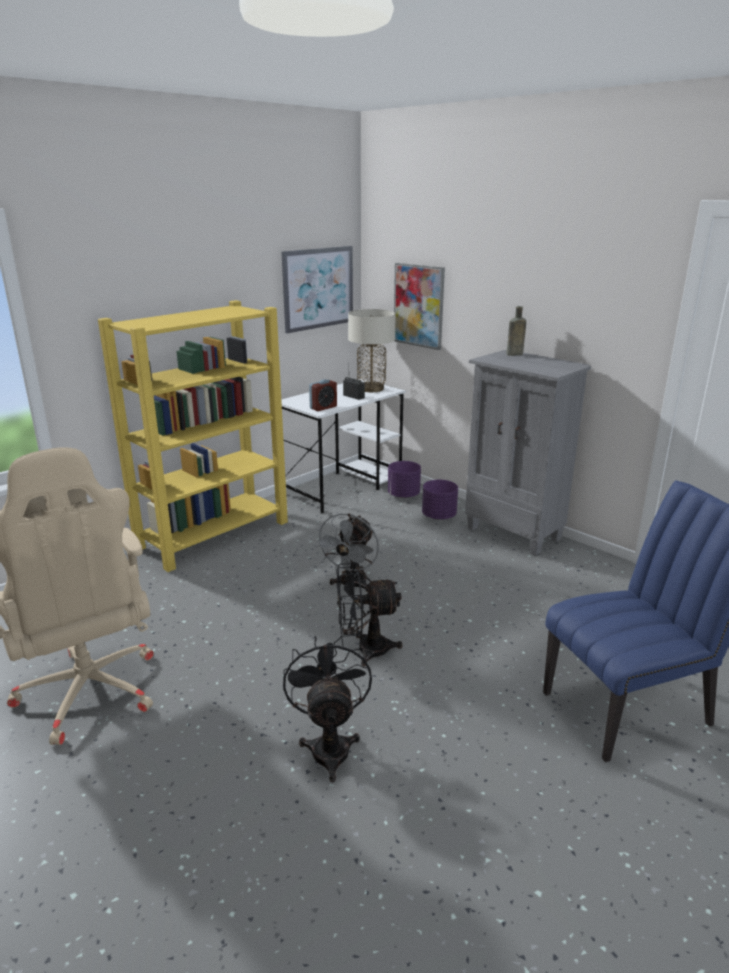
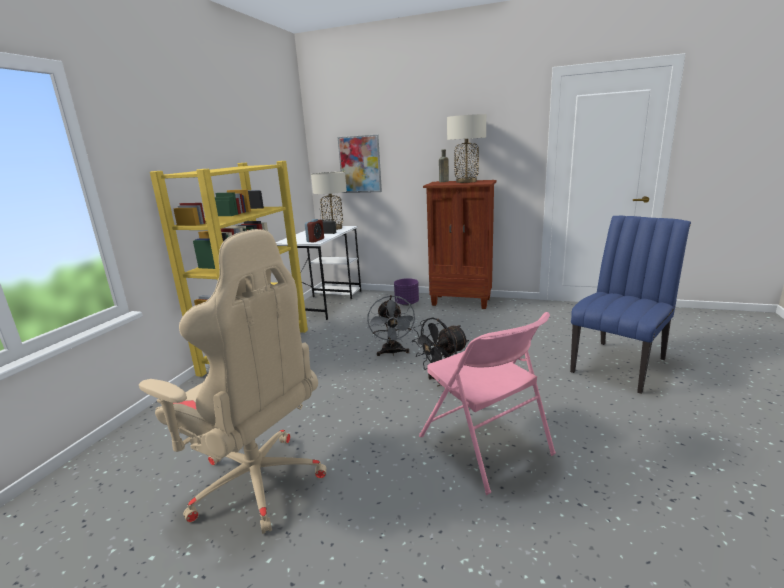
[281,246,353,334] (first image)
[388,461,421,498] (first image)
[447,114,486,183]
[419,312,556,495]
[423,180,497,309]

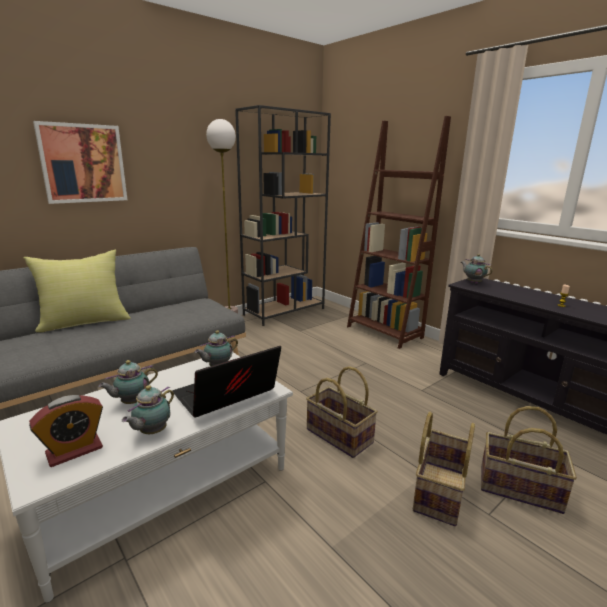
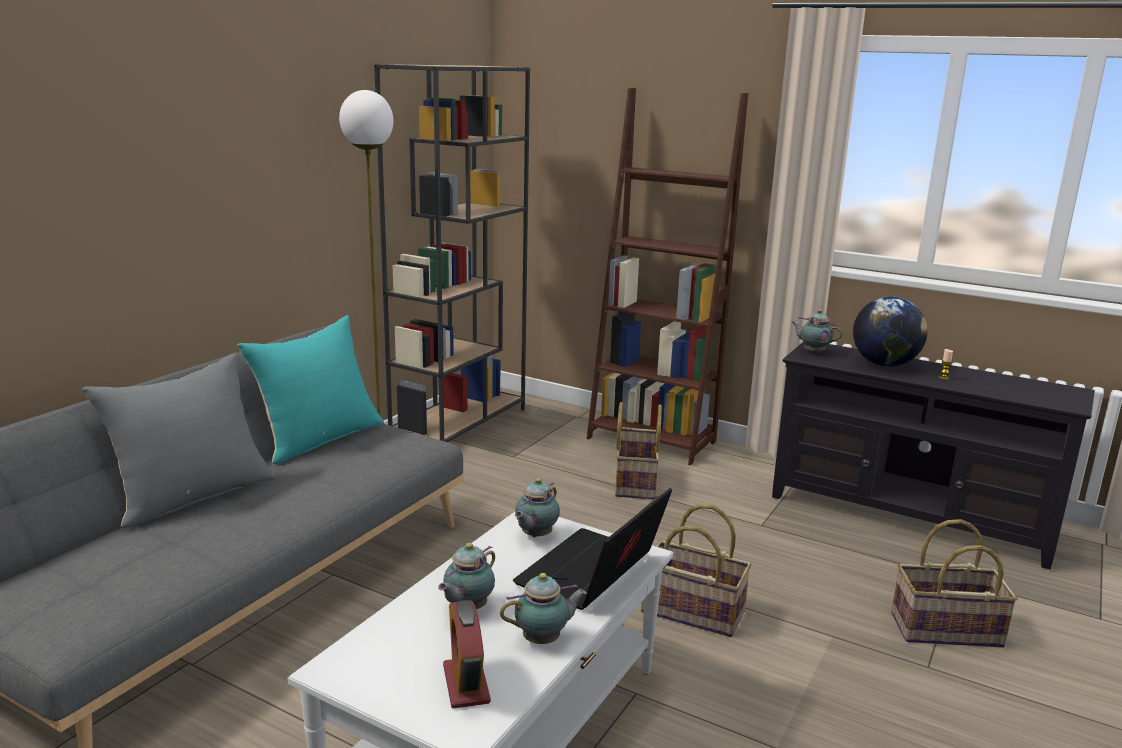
[33,121,127,204] (first image)
[237,315,384,464]
[853,296,928,367]
[615,402,662,500]
[82,353,276,528]
[443,600,491,709]
[500,573,587,644]

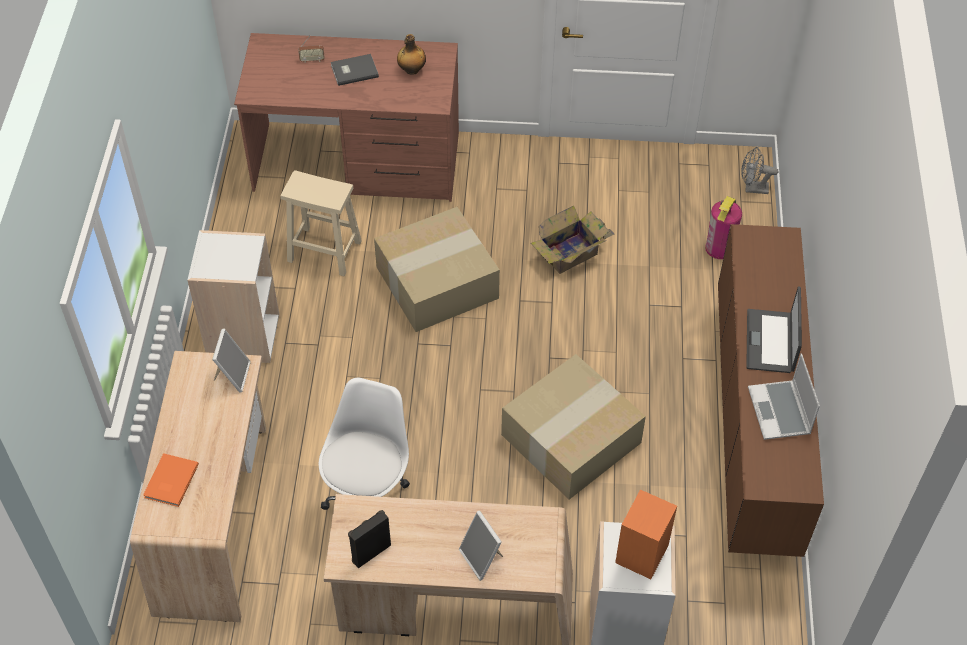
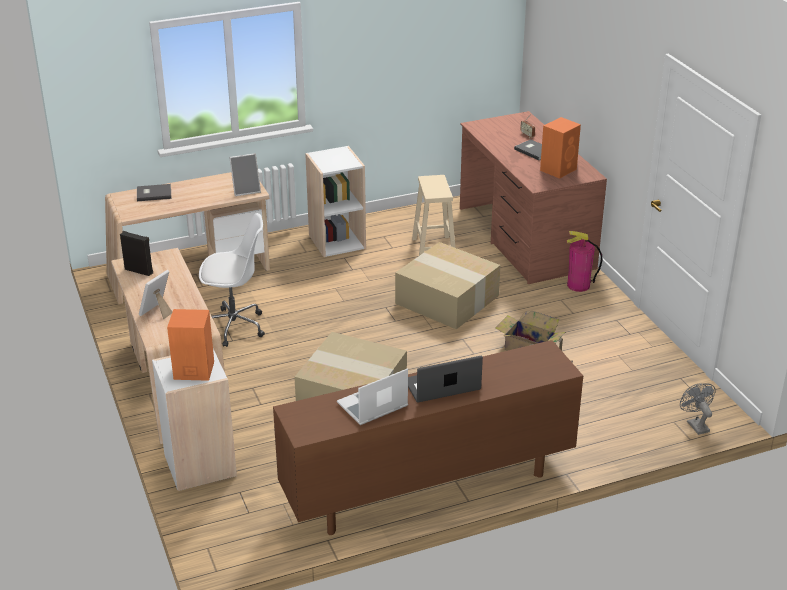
[567,231,603,292]
[540,117,581,179]
[137,184,172,201]

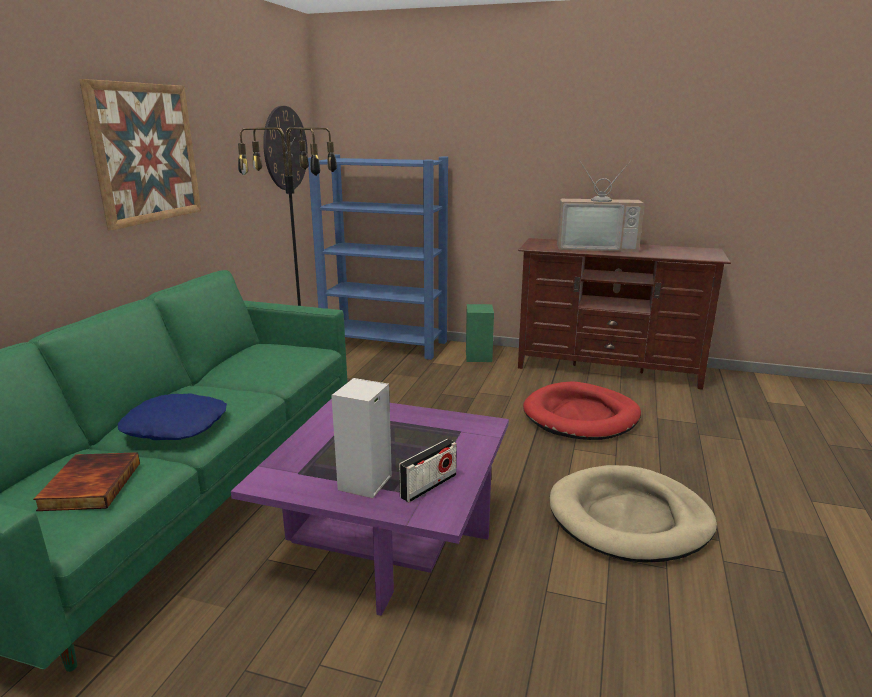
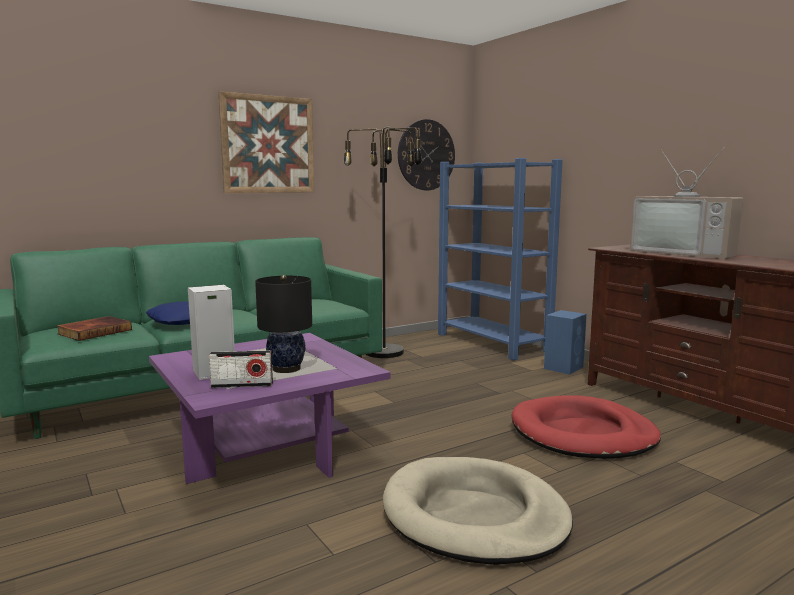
[255,275,312,373]
[544,310,587,375]

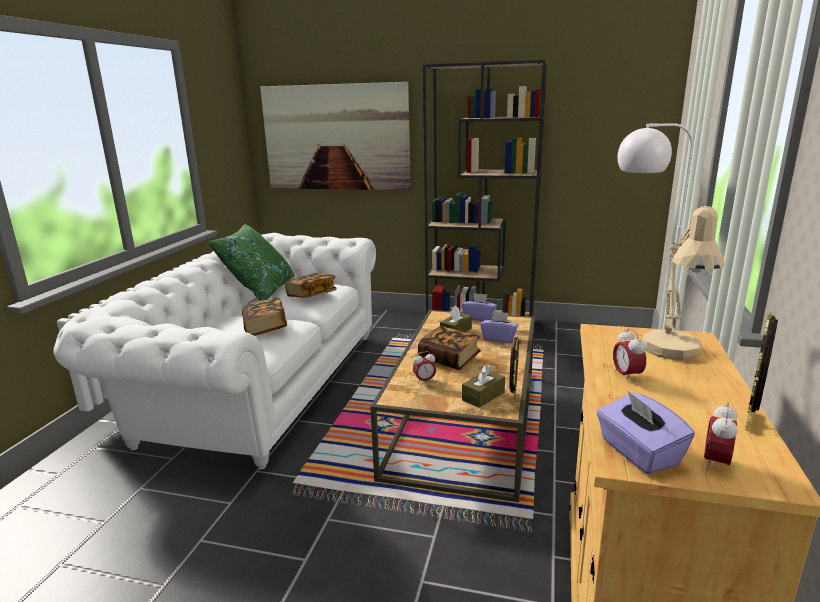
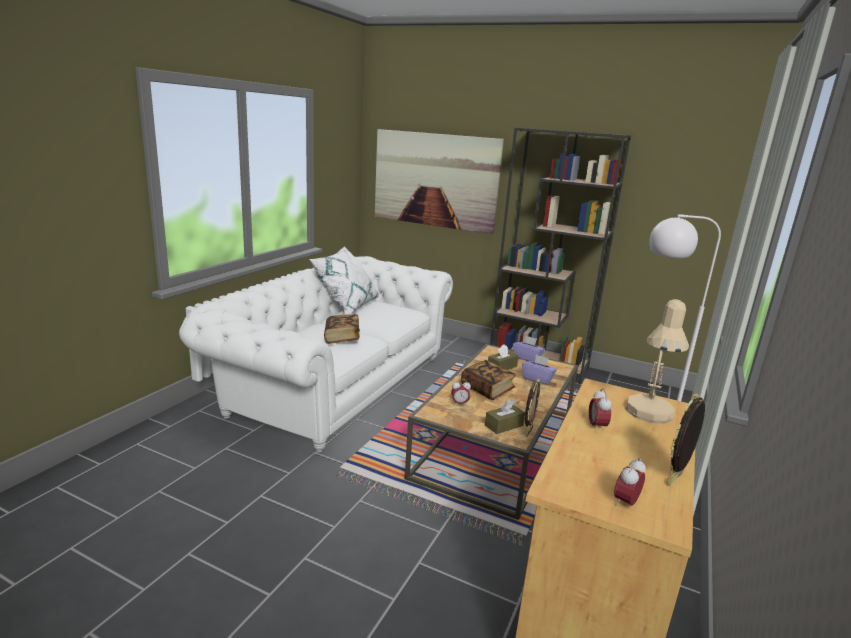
[285,272,337,298] (first image)
[597,391,695,474] (first image)
[309,247,379,315]

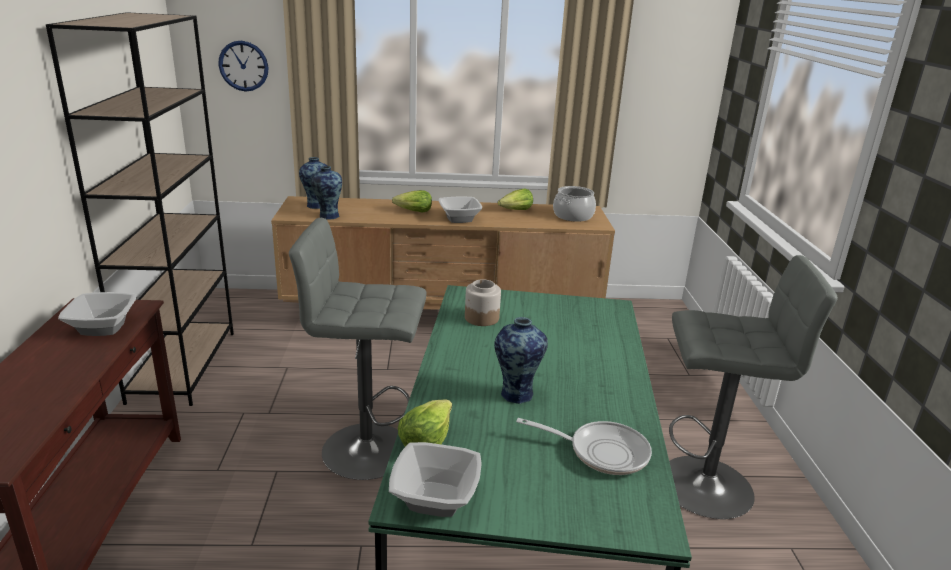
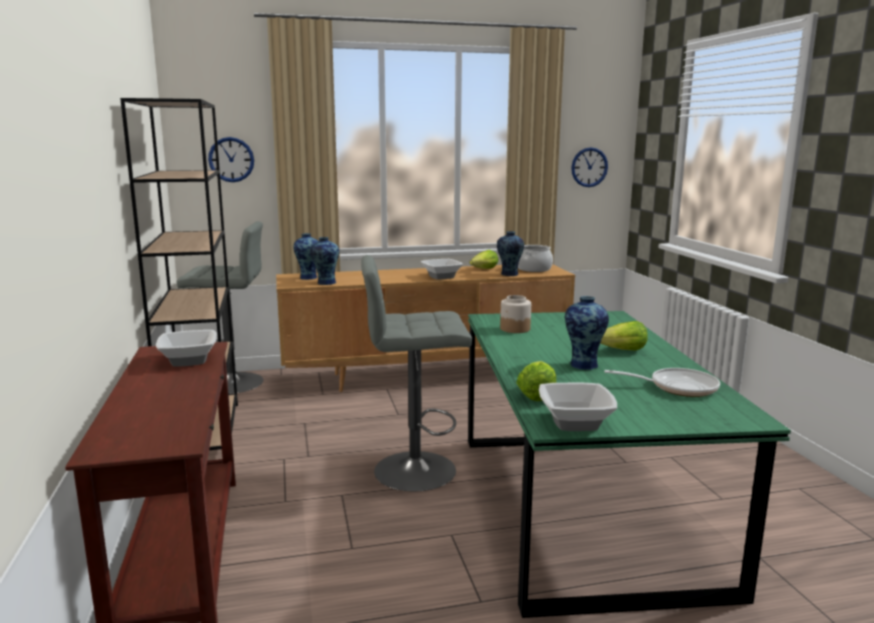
[497,231,524,276]
[571,147,608,187]
[600,321,648,350]
[176,221,263,394]

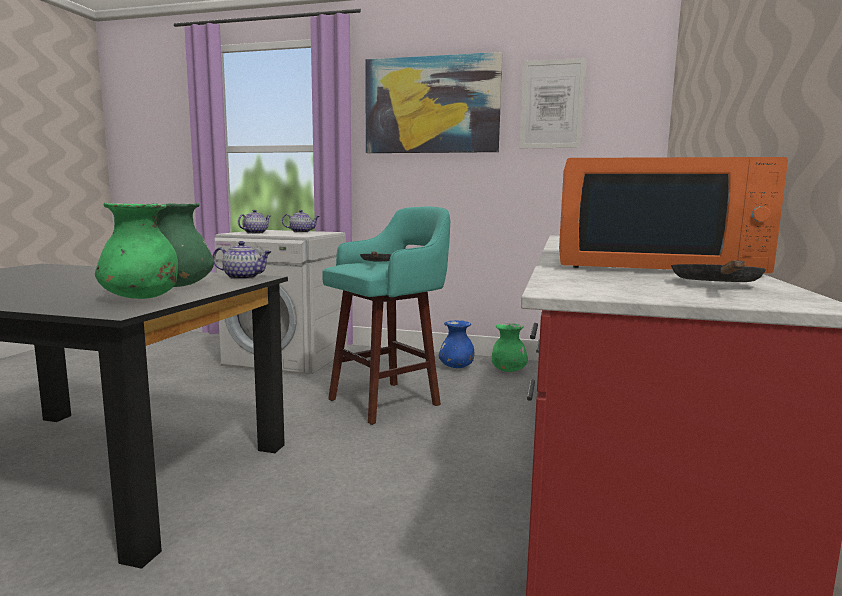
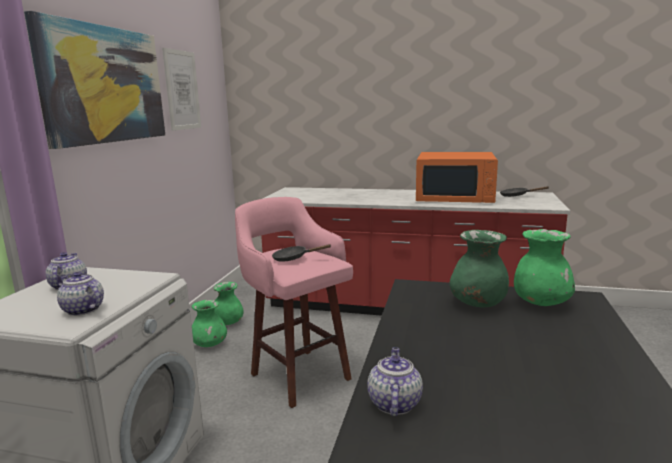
[367,347,423,416]
[235,197,353,408]
[192,300,227,347]
[416,152,498,203]

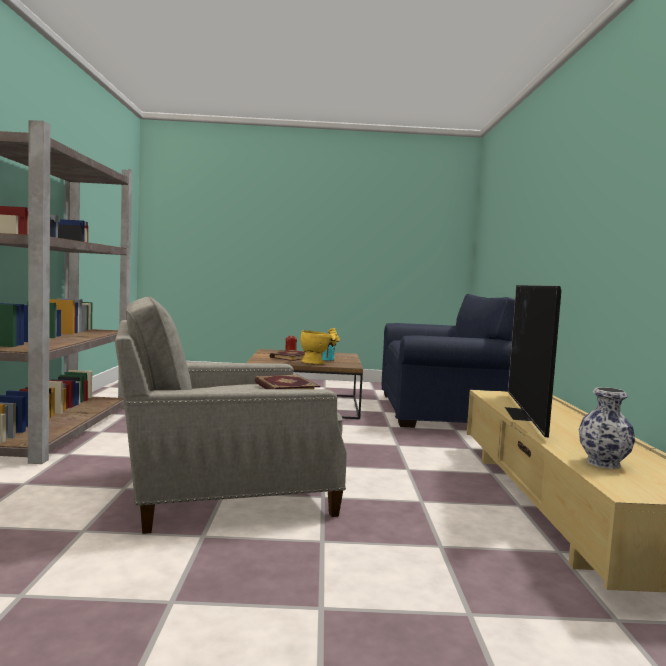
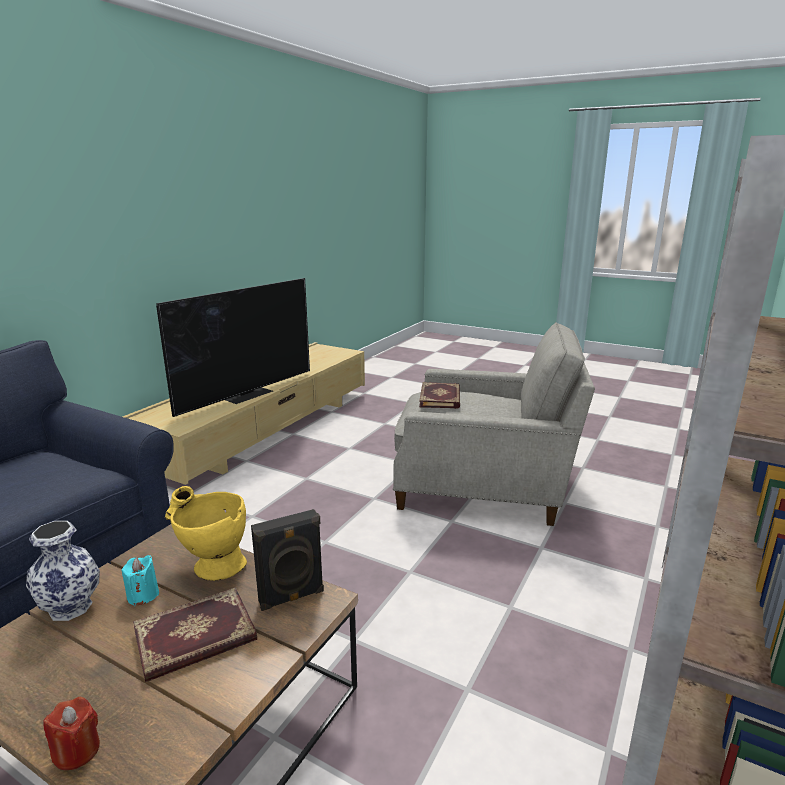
[251,509,324,611]
[26,521,100,621]

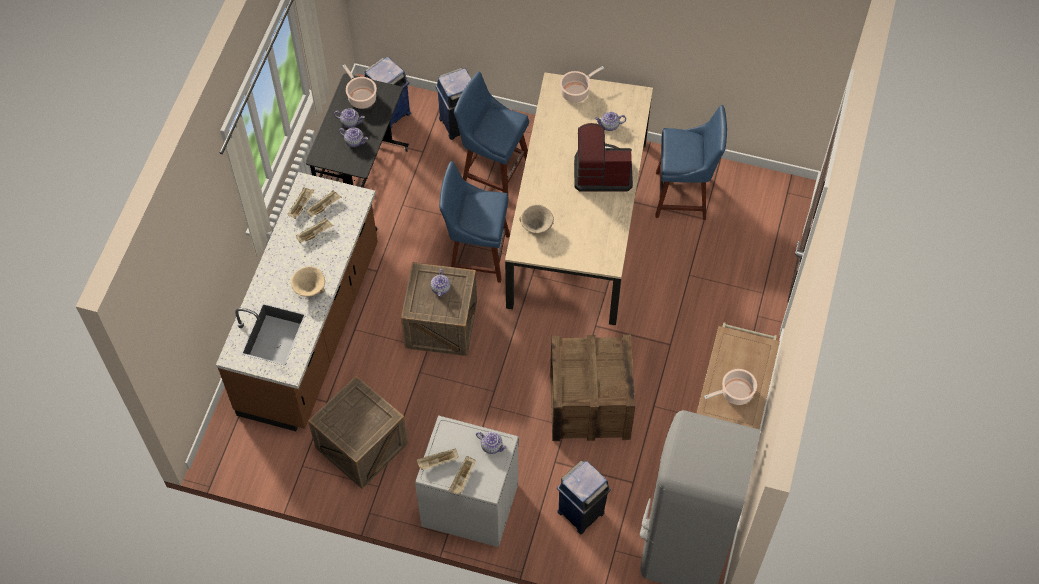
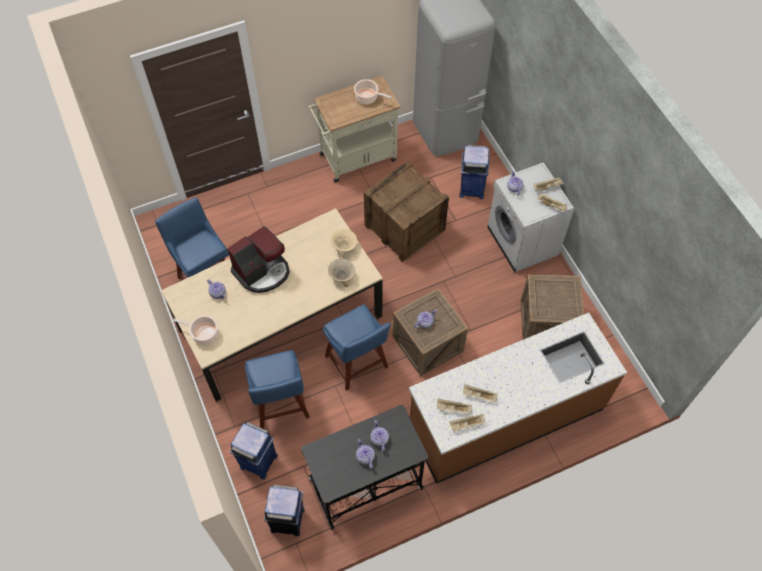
[342,64,377,109] (first image)
[330,229,357,257]
[227,226,290,293]

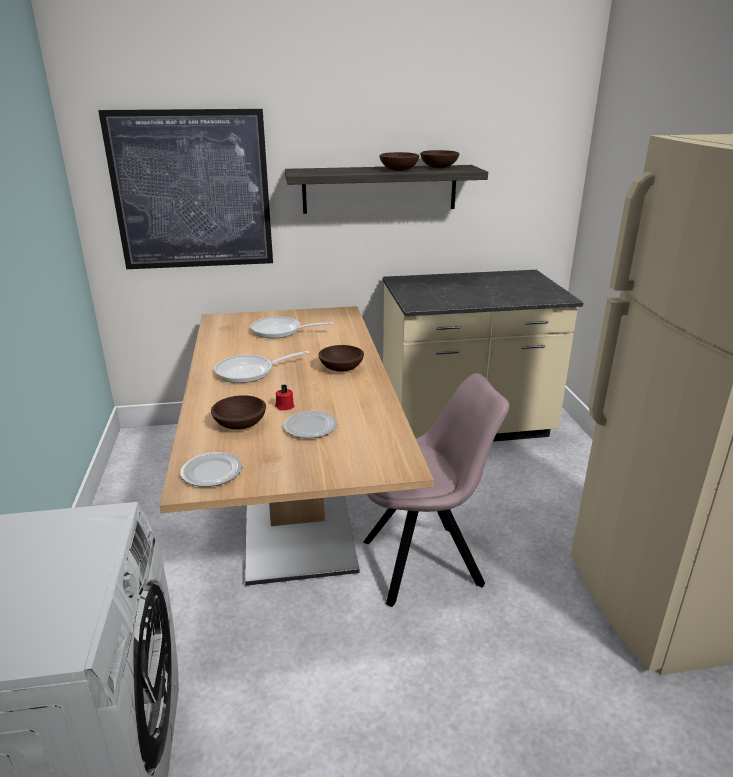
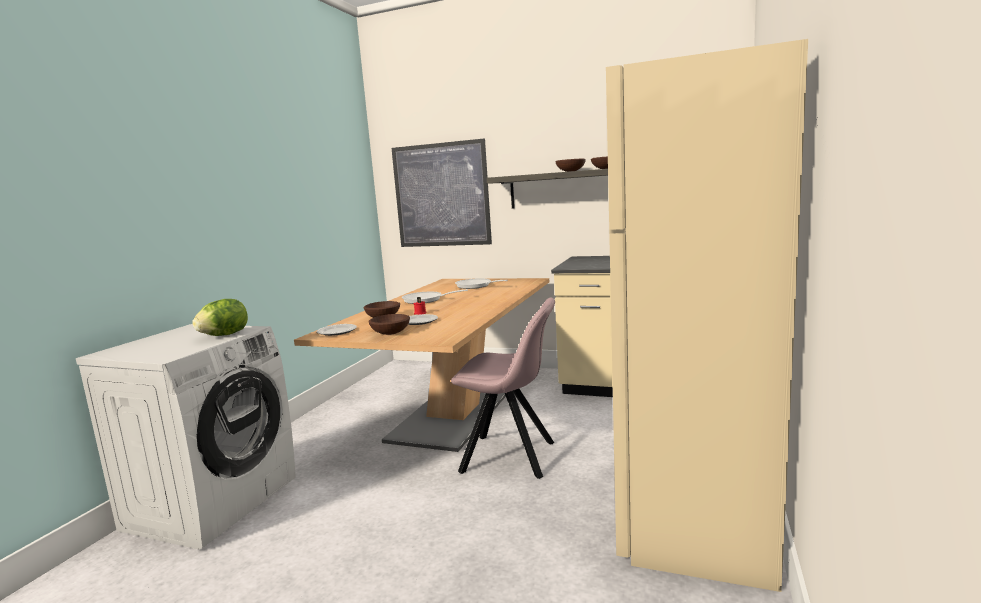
[192,299,248,336]
[368,314,410,335]

